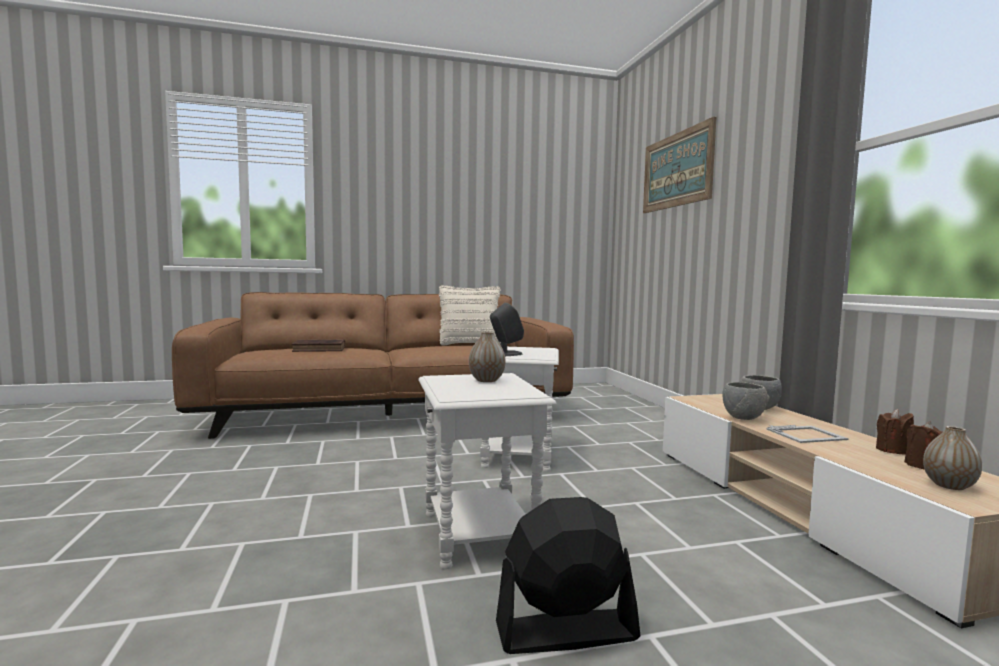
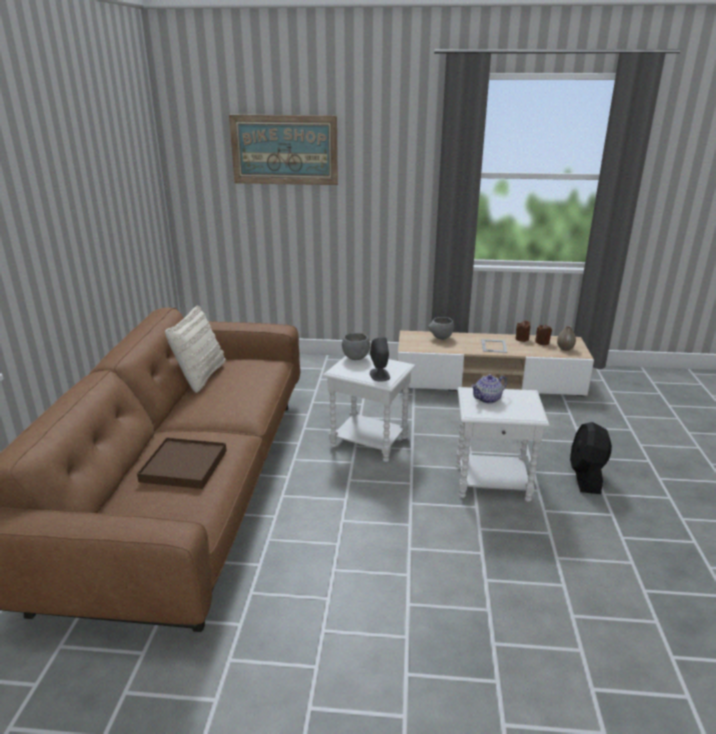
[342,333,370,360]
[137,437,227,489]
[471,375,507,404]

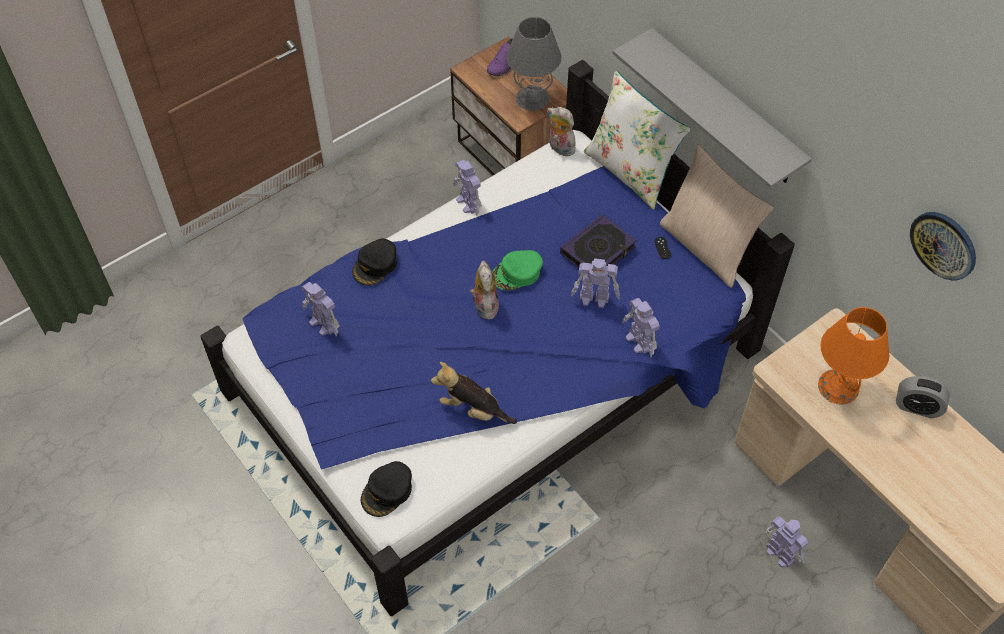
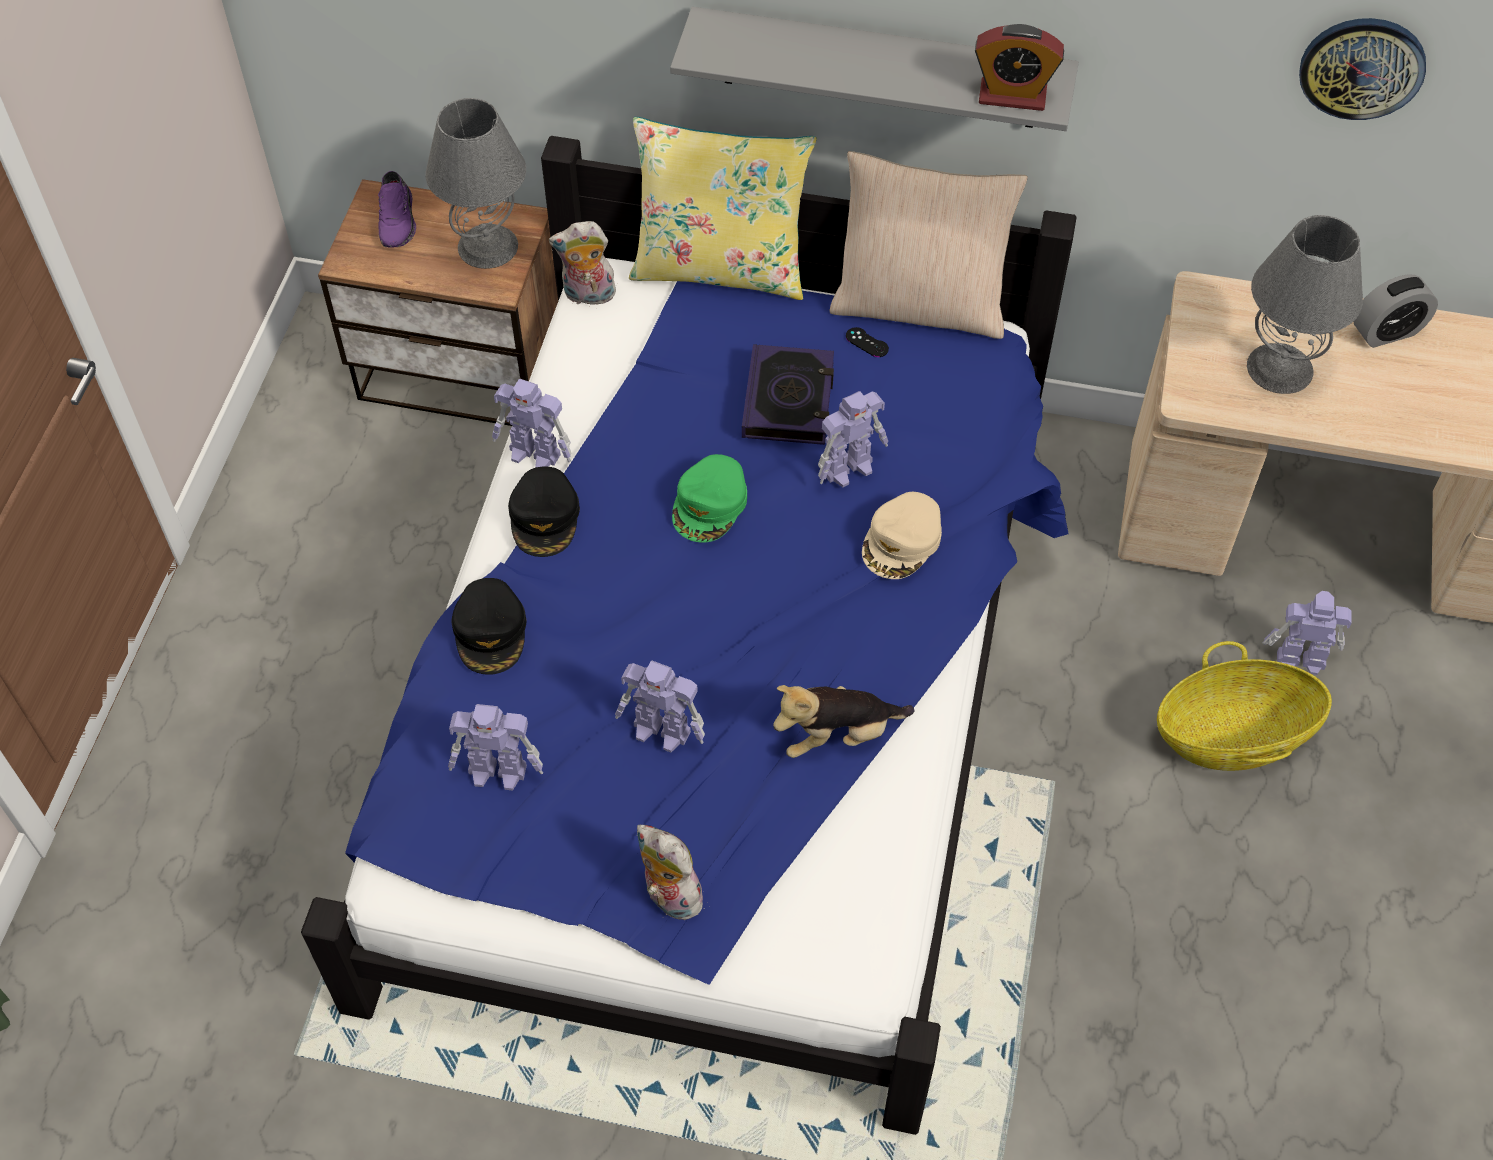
[862,492,942,579]
[975,24,1064,111]
[1157,641,1332,771]
[508,466,580,557]
[637,825,705,920]
[615,661,705,752]
[629,117,817,300]
[1247,215,1363,394]

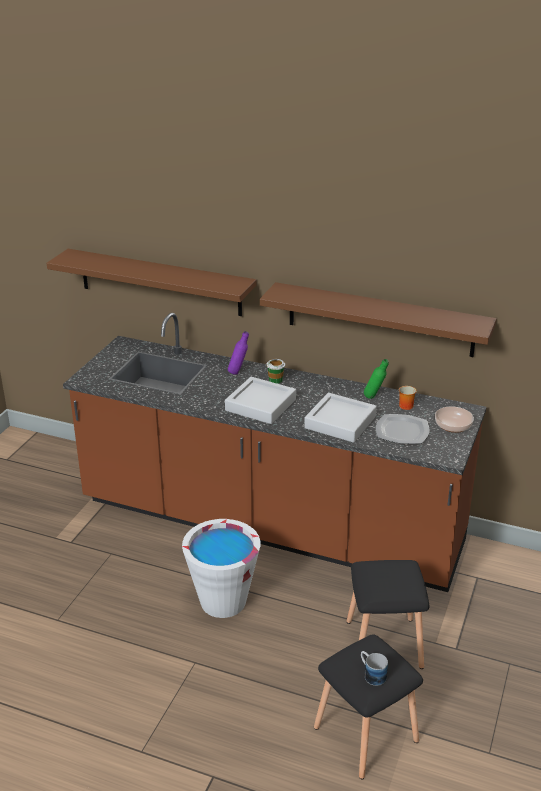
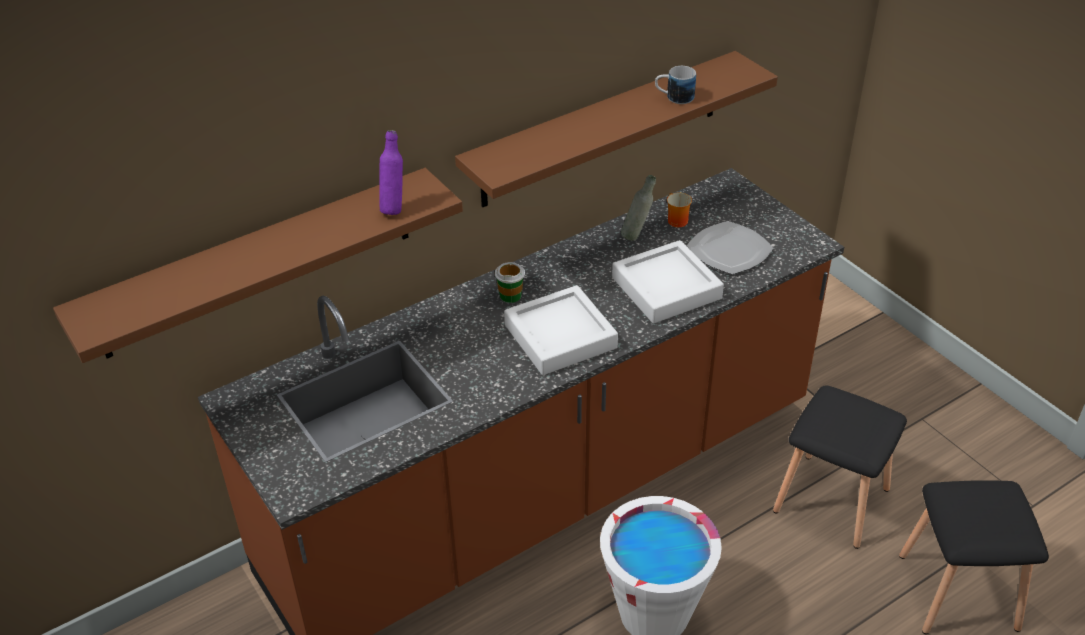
[435,406,474,433] (first image)
[379,130,403,215]
[655,66,696,104]
[621,175,656,241]

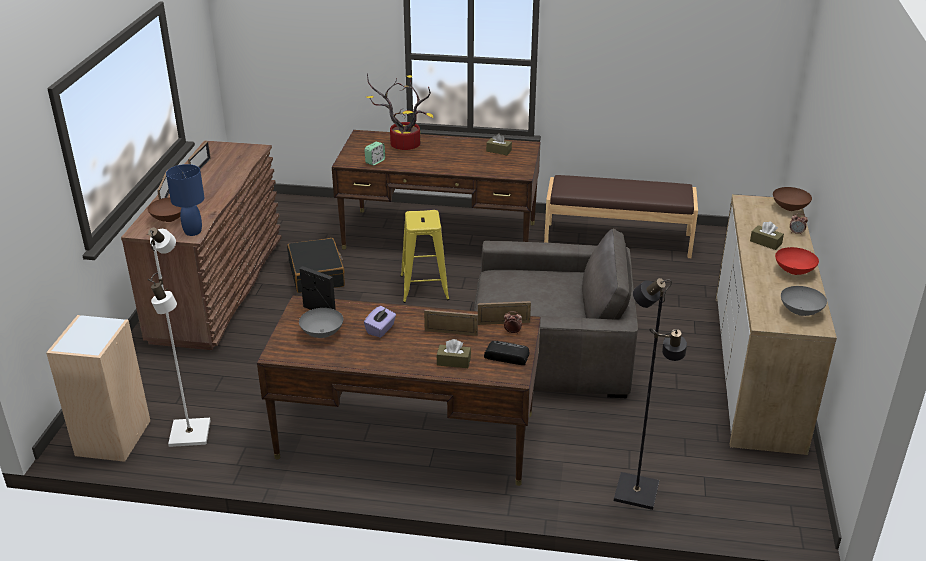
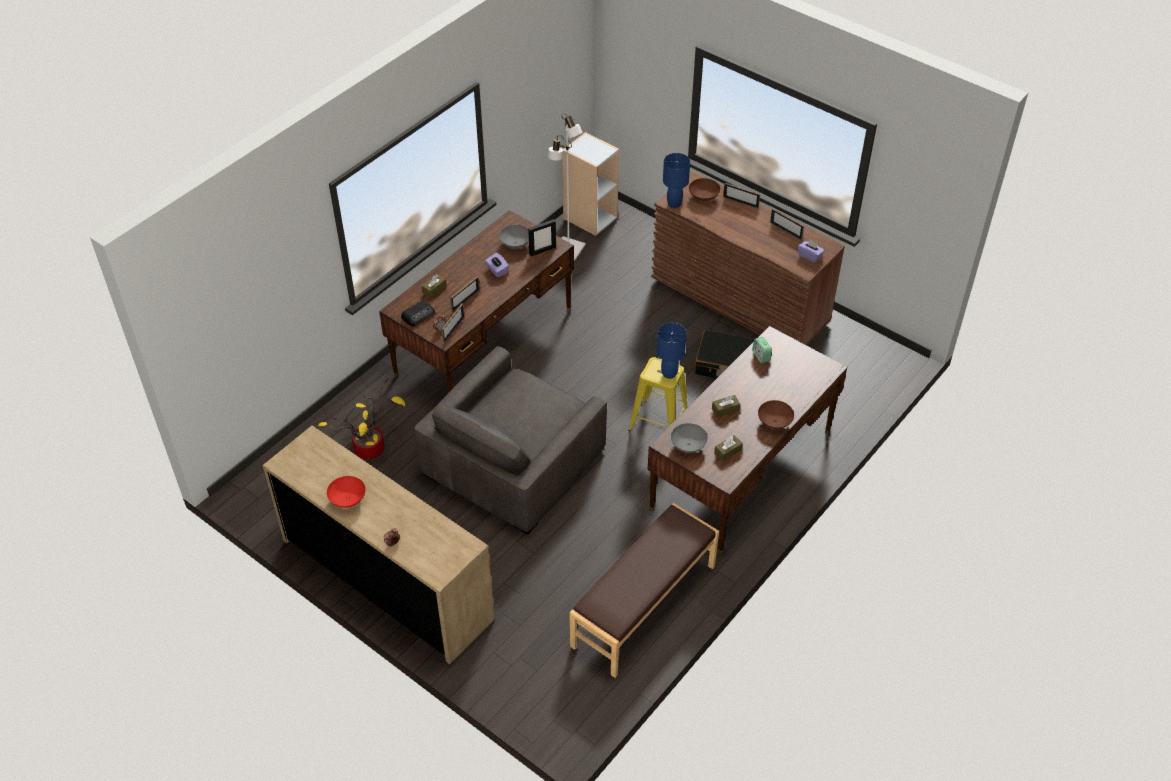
[614,278,687,510] (first image)
[657,323,687,379]
[798,239,825,263]
[318,378,405,459]
[712,395,740,418]
[758,400,794,429]
[671,423,708,453]

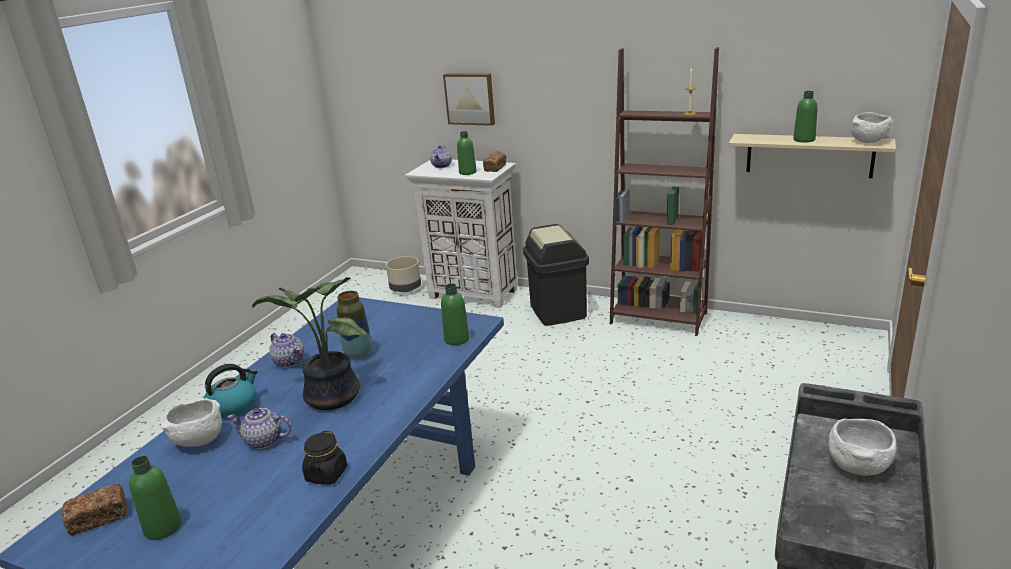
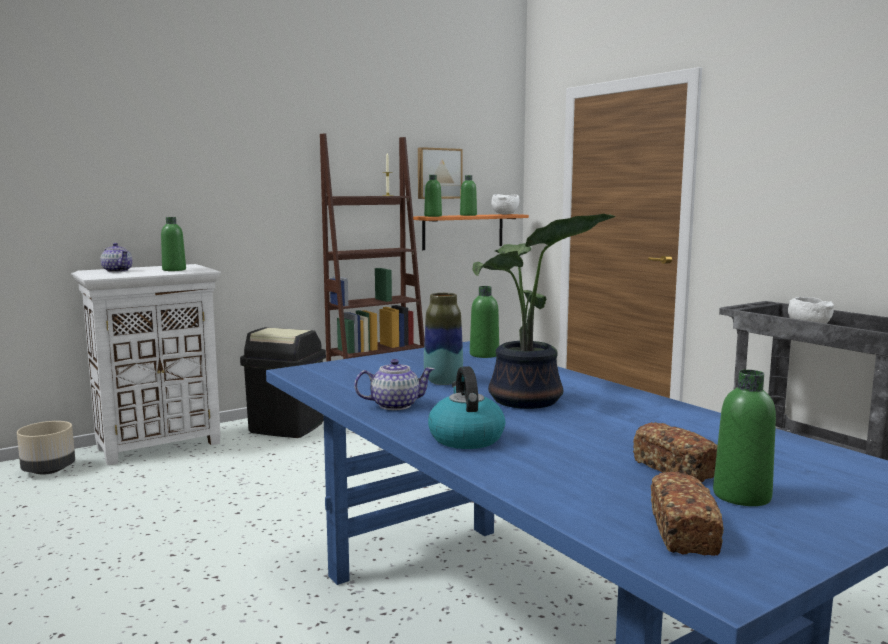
[160,398,222,447] (first image)
[227,408,292,449] (first image)
[302,431,347,485] (first image)
[424,175,442,217]
[418,147,463,199]
[633,422,717,482]
[413,214,529,250]

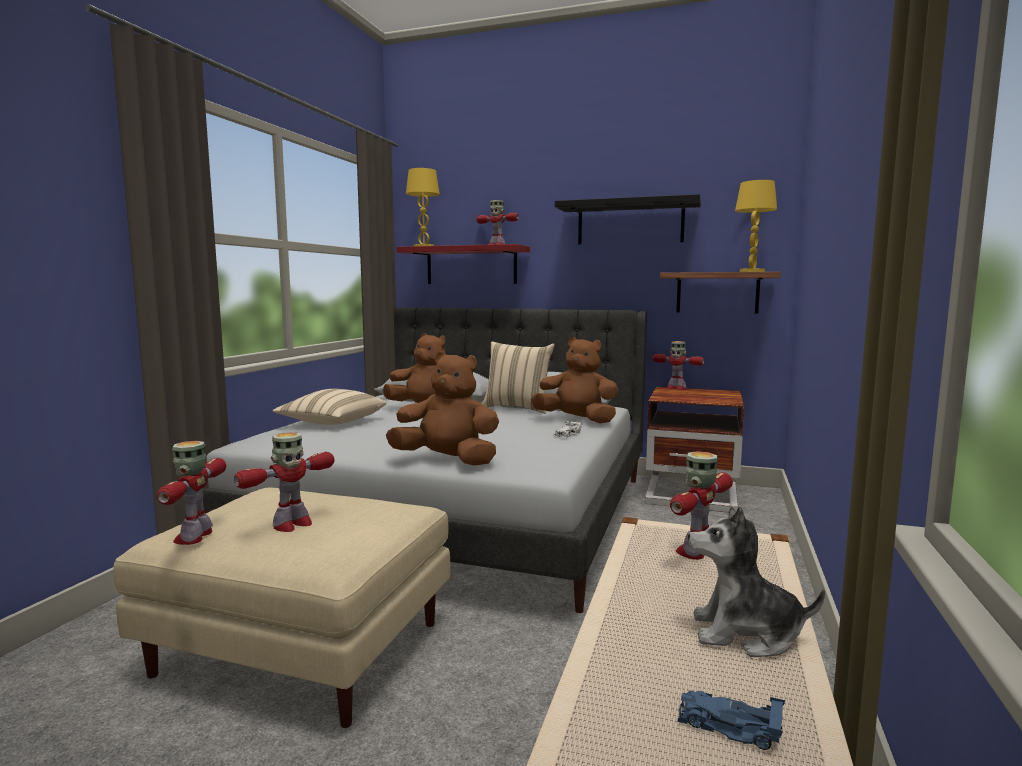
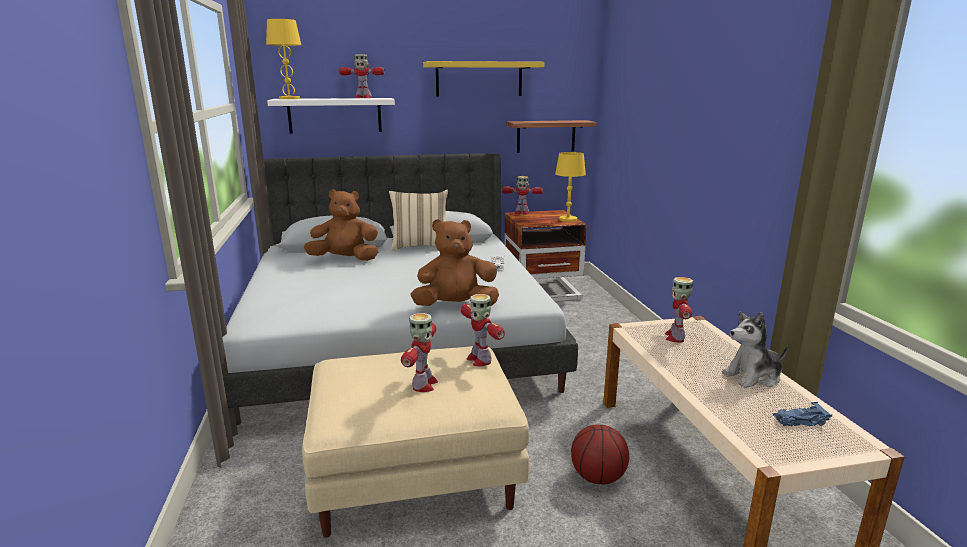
[273,389,386,425] (first image)
[531,337,618,423] (first image)
[571,424,629,484]
[461,294,505,366]
[555,152,586,222]
[267,98,395,134]
[423,61,545,97]

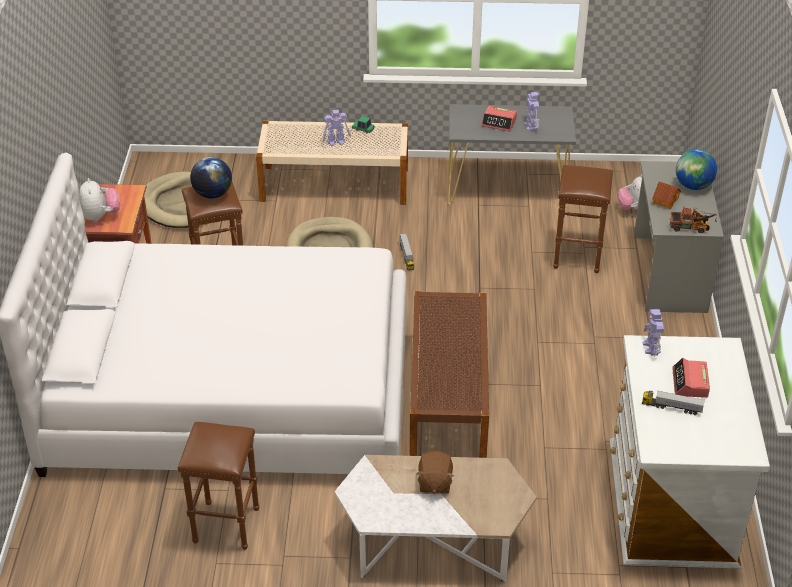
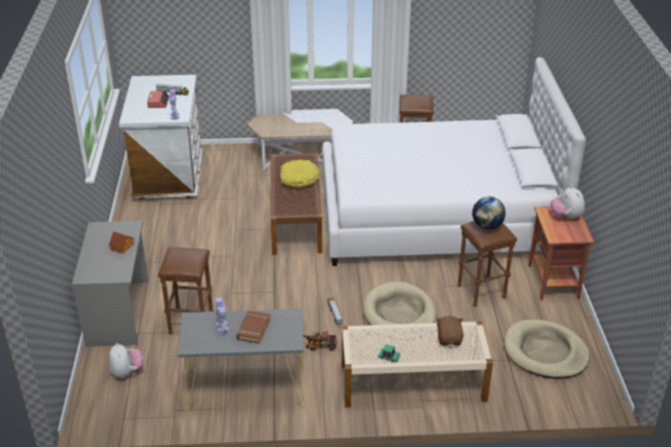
[323,110,351,146] (first image)
[676,149,717,190] (first image)
[280,160,319,188]
[436,316,463,346]
[303,331,337,351]
[236,311,271,344]

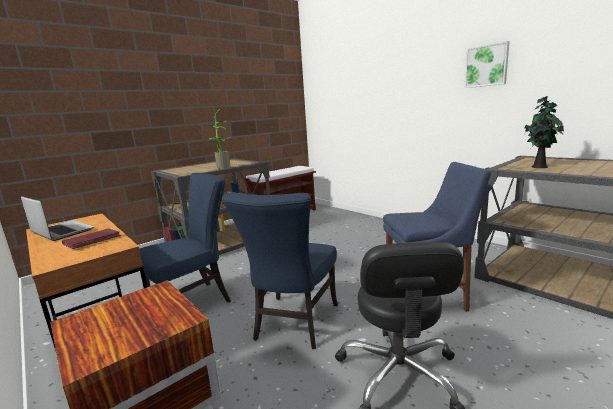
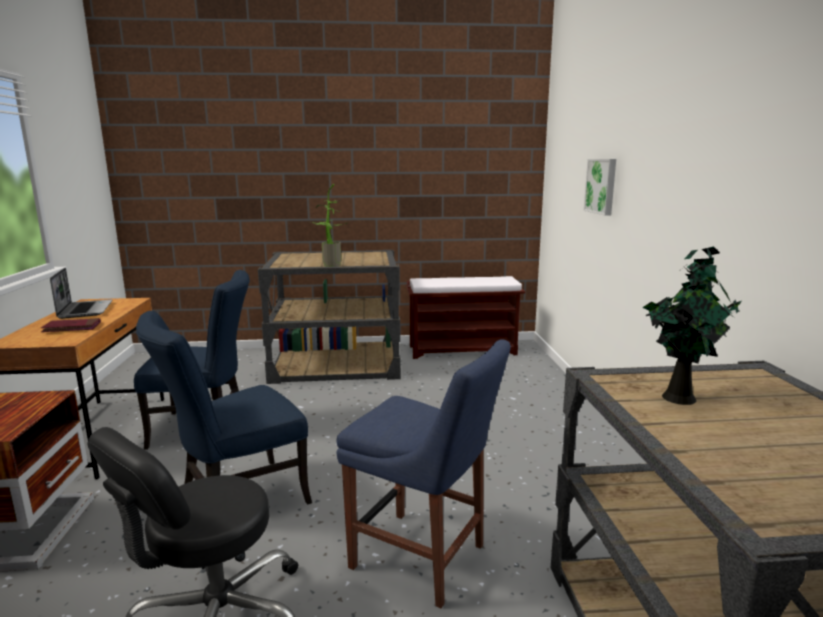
[584,159,616,216]

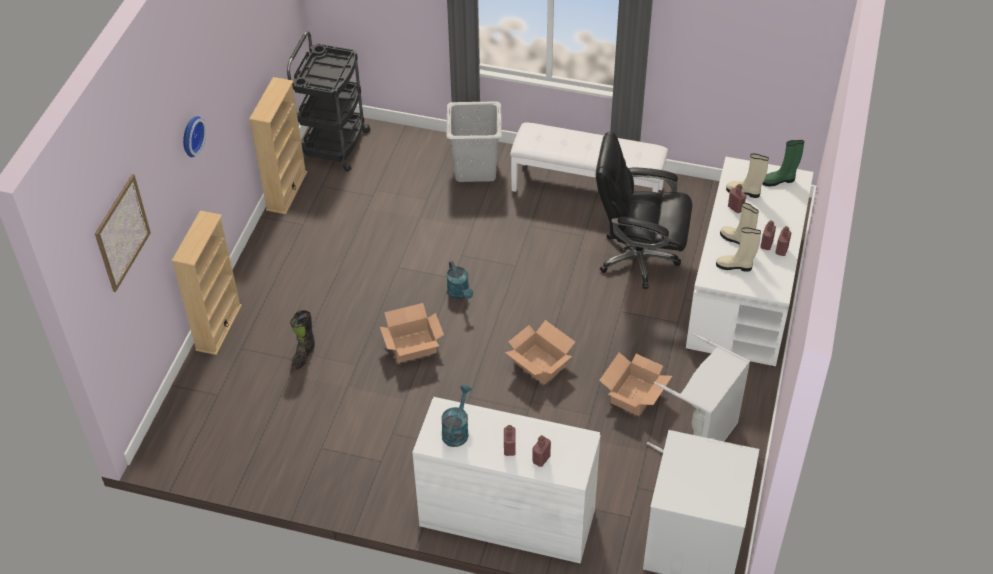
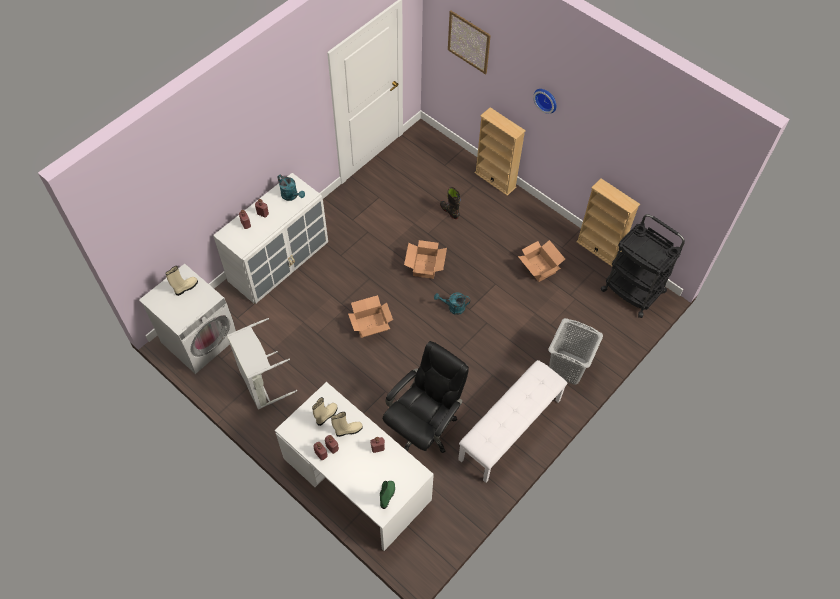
[518,240,565,282]
[165,266,198,296]

